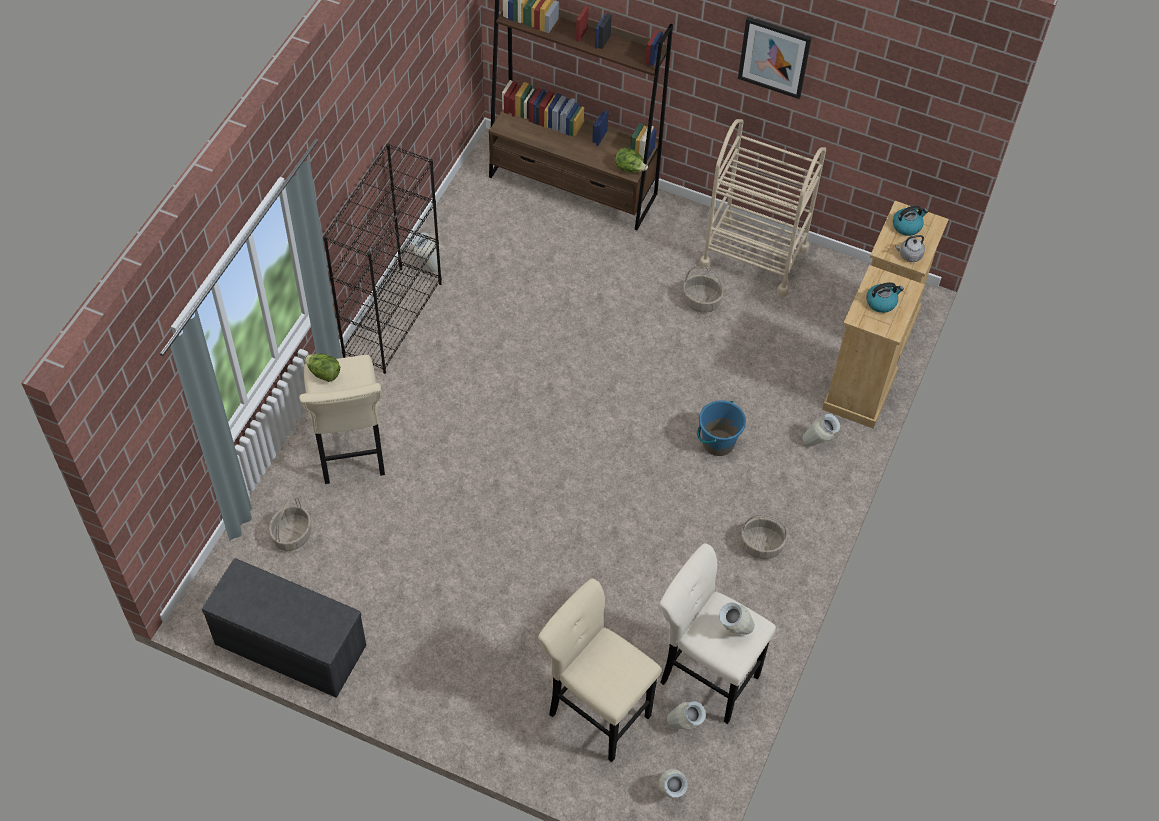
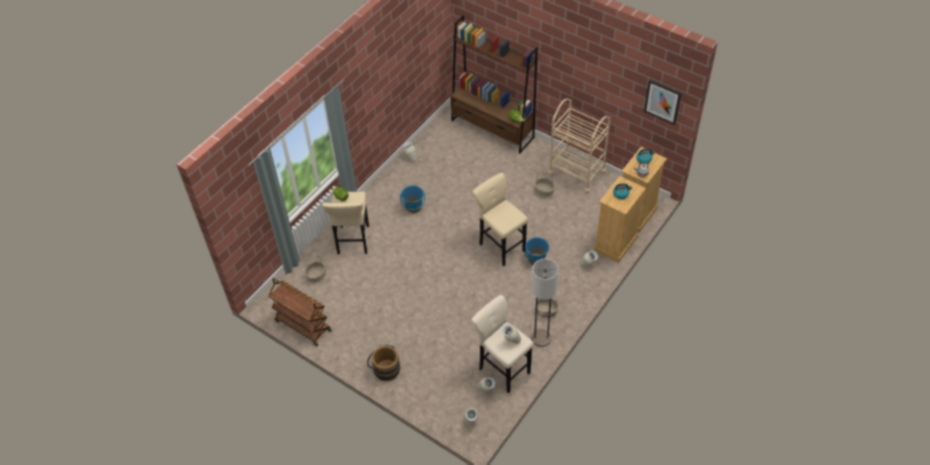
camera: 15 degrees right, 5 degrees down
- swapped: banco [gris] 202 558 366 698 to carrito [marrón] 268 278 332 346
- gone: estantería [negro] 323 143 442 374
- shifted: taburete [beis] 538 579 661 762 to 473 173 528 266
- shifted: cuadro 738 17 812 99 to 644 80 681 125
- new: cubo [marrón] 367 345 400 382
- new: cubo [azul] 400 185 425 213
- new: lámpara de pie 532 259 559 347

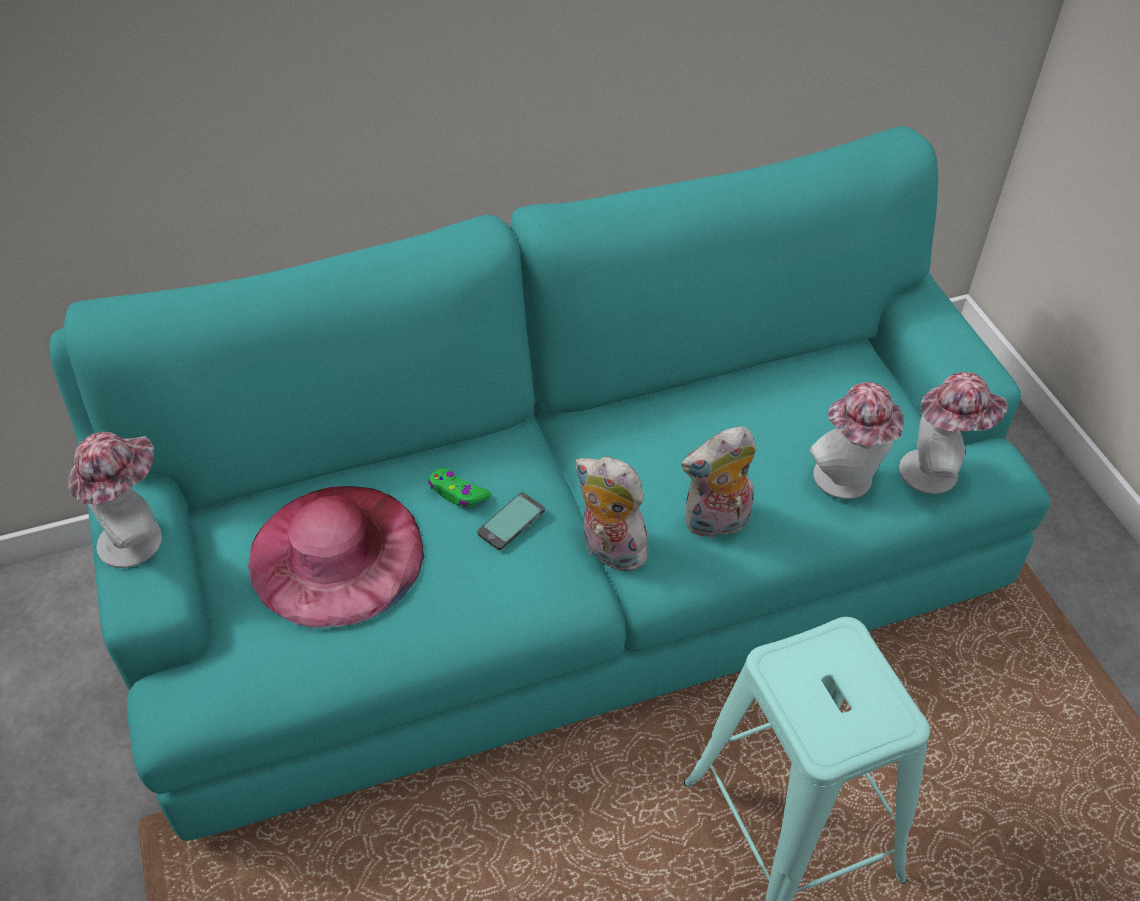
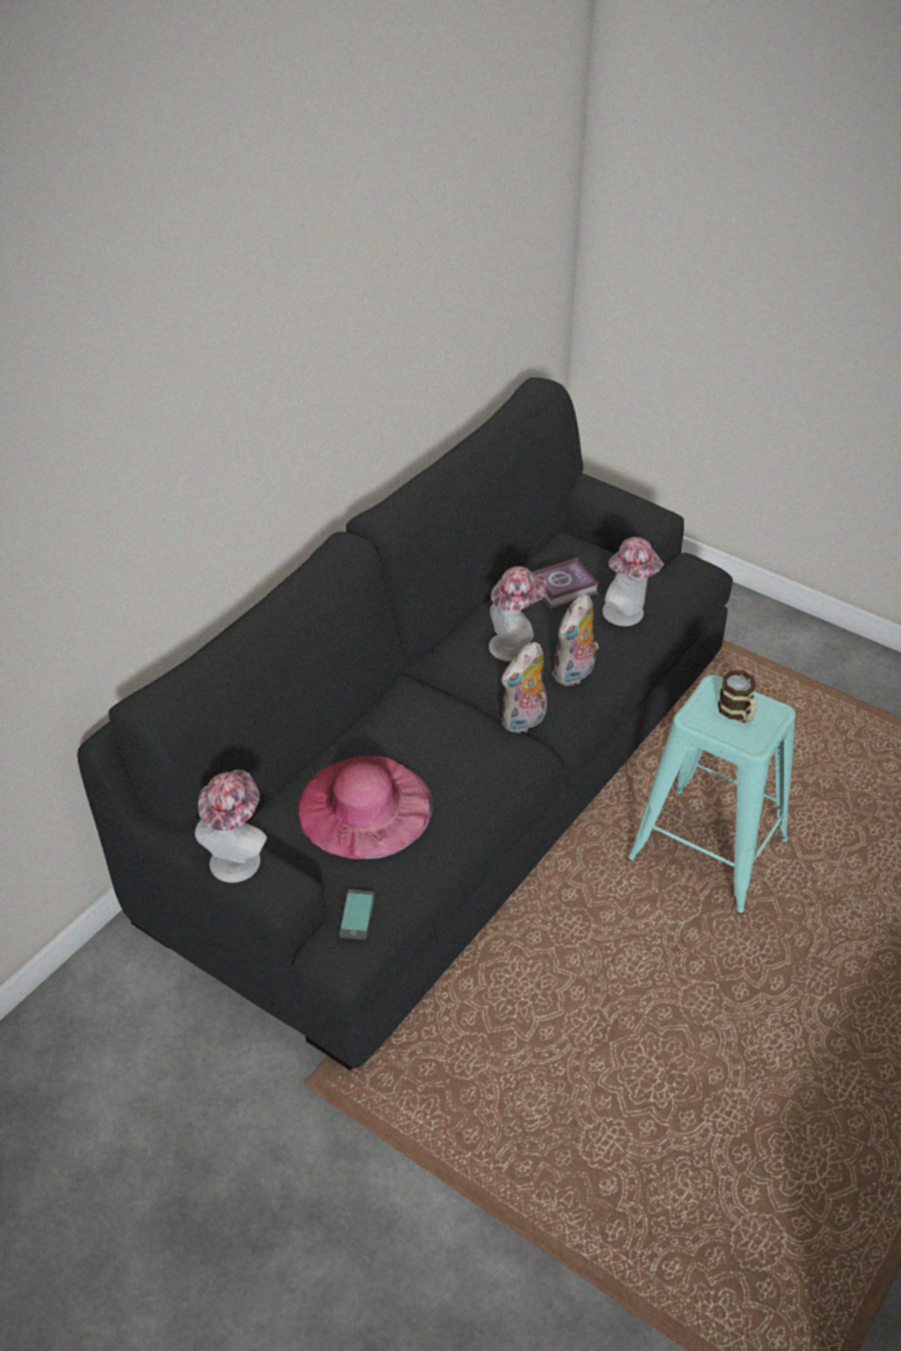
camera: 35 degrees left, 5 degrees down
- repainted: sofá [turquesa] 49 126 1050 841 to sofá [negro] 77 377 733 1071
- gone: mando de consola [verde] 428 468 491 507
- shifted: móvil 477 492 545 550 to 339 889 374 940
- rotated: peluche 575 457 650 571 = 501 642 547 733 45 degrees counterclockwise
- shifted: sombrero 899 372 1007 494 to 489 566 547 662
- new: libro 531 557 599 610
- new: taza grande 718 671 757 722

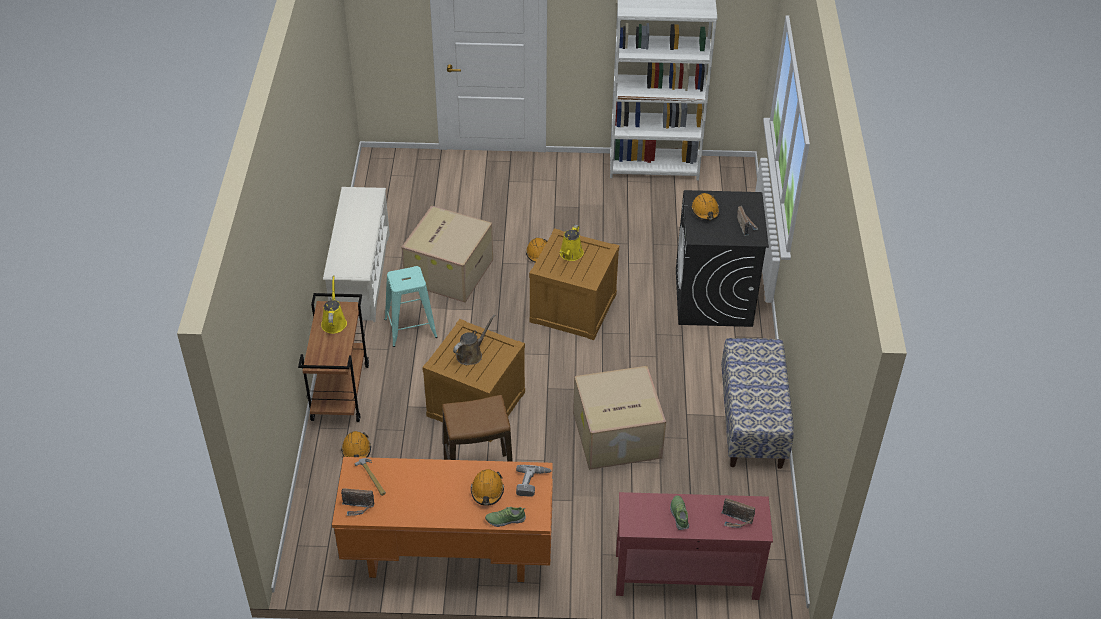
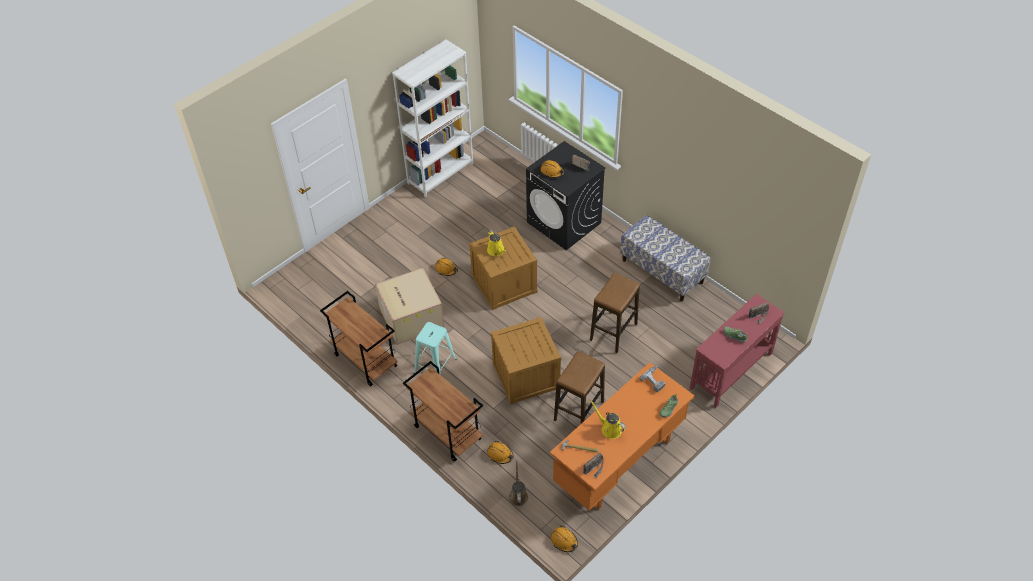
camera: 45 degrees left, 5 degrees up
- shifted: regadera [amarillo] 321 276 347 334 to 589 400 626 439
- swapped: zapatero [blanco] 323 187 390 322 to carrito [marrón] 320 291 397 387
- shifted: regadera [marrón] 453 314 495 365 to 509 460 528 506
- shifted: casco [naranja] 471 469 504 506 to 551 526 578 552
- swapped: caja de cartón 573 366 666 470 to taburete 590 273 640 353

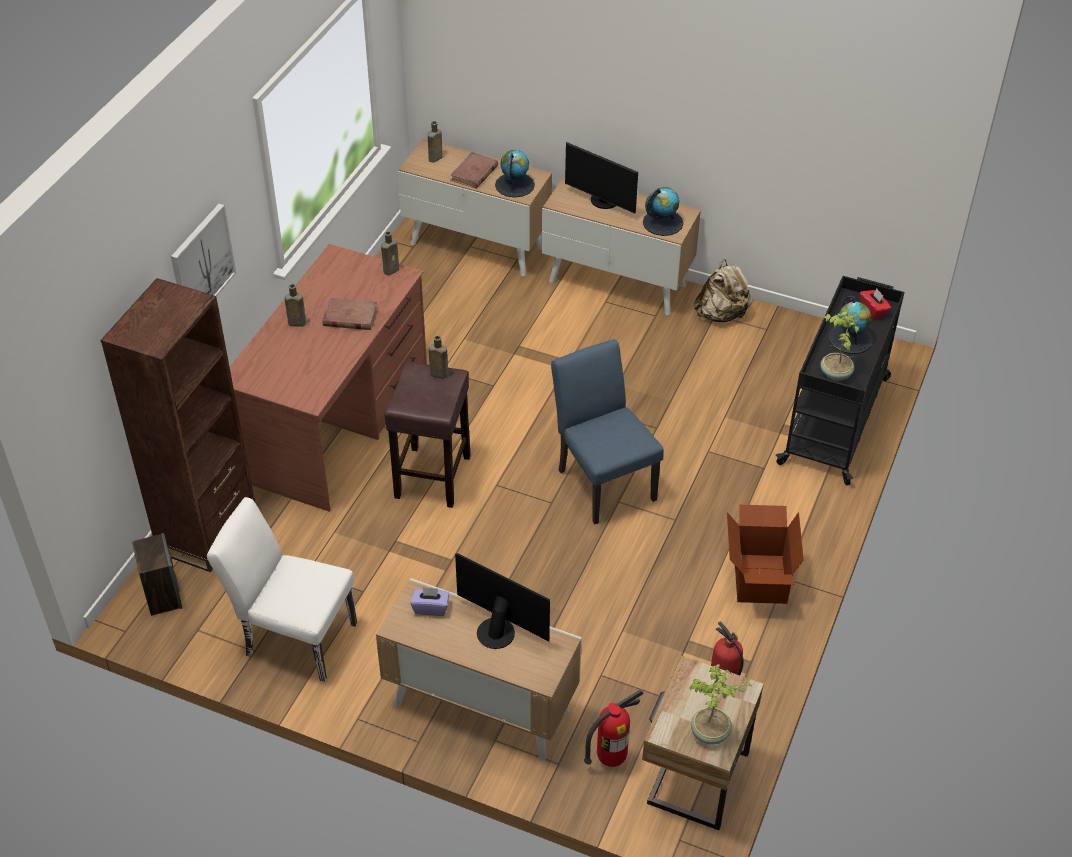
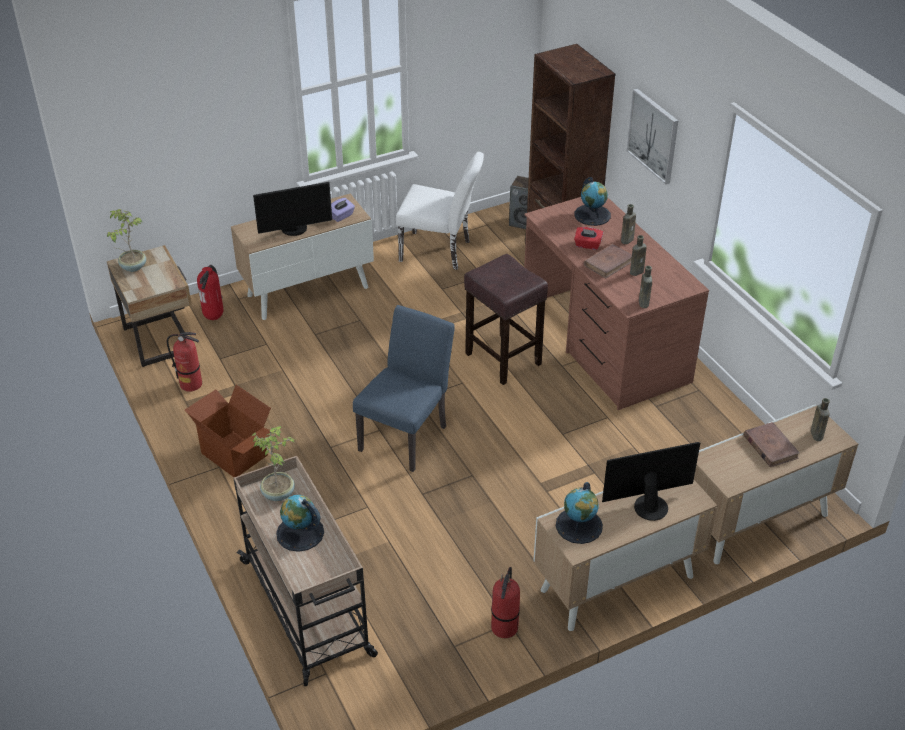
camera: 130 degrees right, 5 degrees down
- rotated: silla [blanco] 207 497 357 682 = 396 152 484 270 45 degrees clockwise
- shifted: botella [marrón] 429 335 448 379 to 630 235 647 276
- shifted: globo terráqueo 495 150 535 197 to 574 177 611 226
- rotated: silla [azul] 551 339 664 525 = 353 305 455 472 75 degrees counterclockwise
- swapped: mochila [beis] 694 259 752 322 to extintor 491 567 520 638
- repainted: carrito [negro] 776 276 905 485 to carrito [beis] 234 456 378 686
- shifted: caja de pañuelos [rojo] 860 288 891 319 to 574 227 603 250

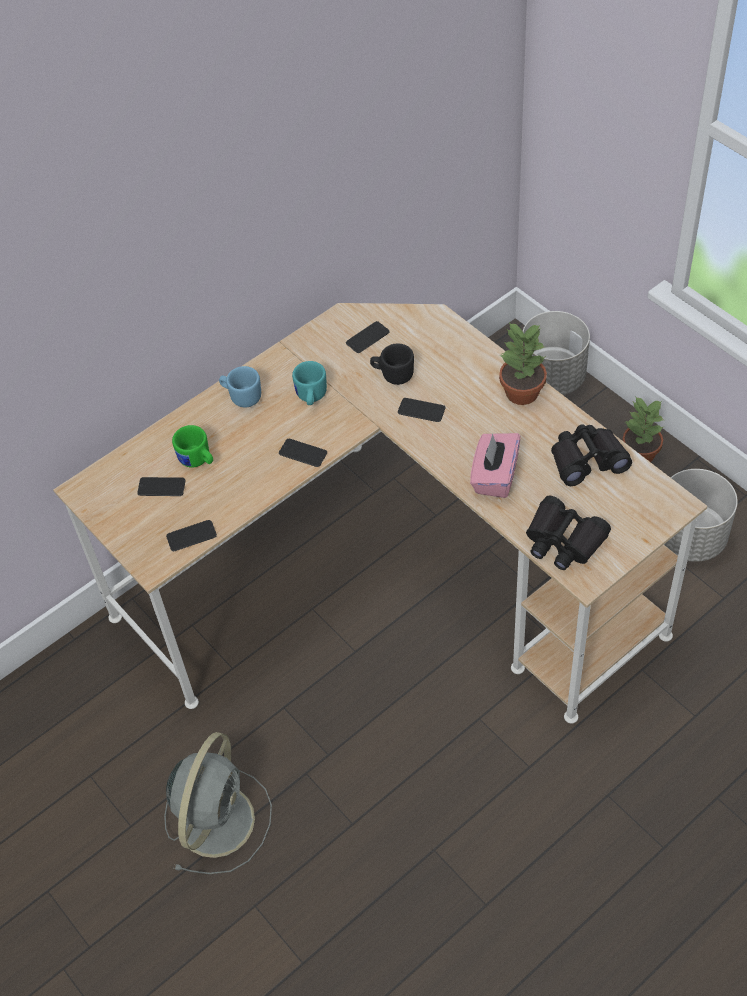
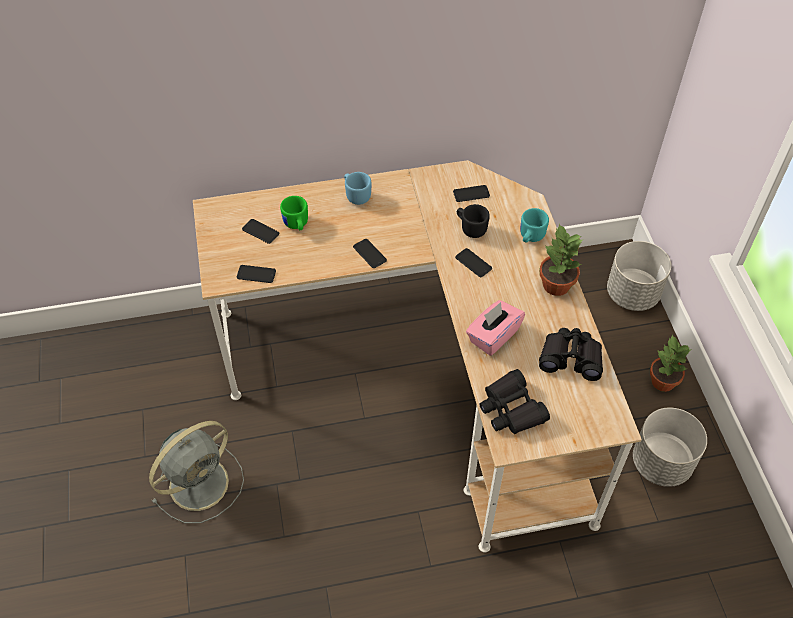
camera: 25 degrees right, 0 degrees up
- shifted: taza grande [turquesa] 292 361 327 405 to 520 208 549 243

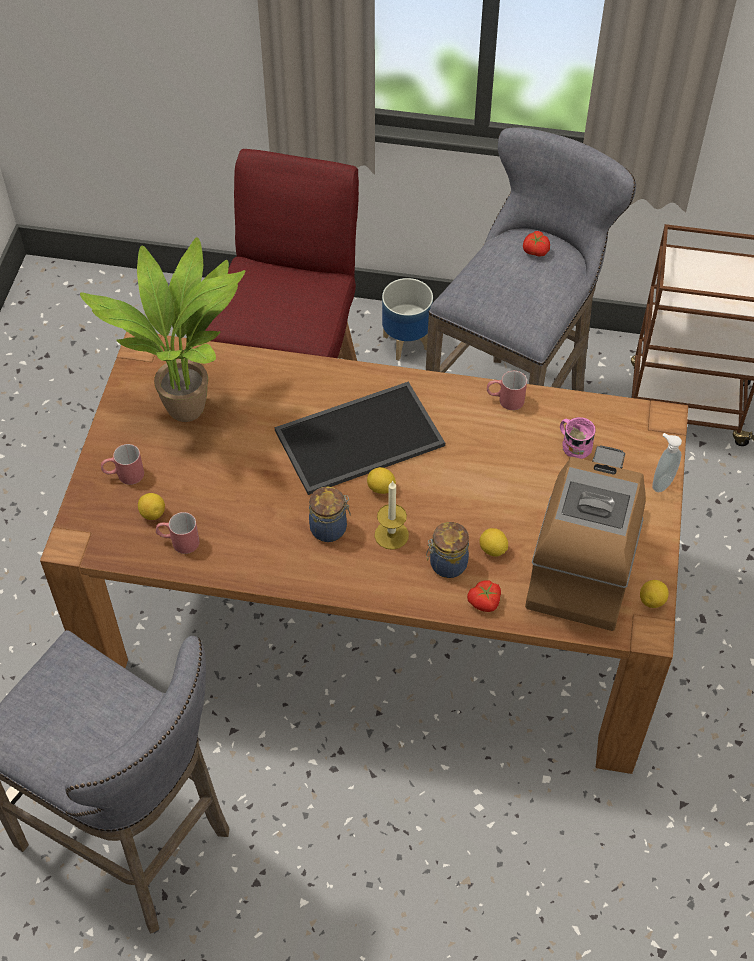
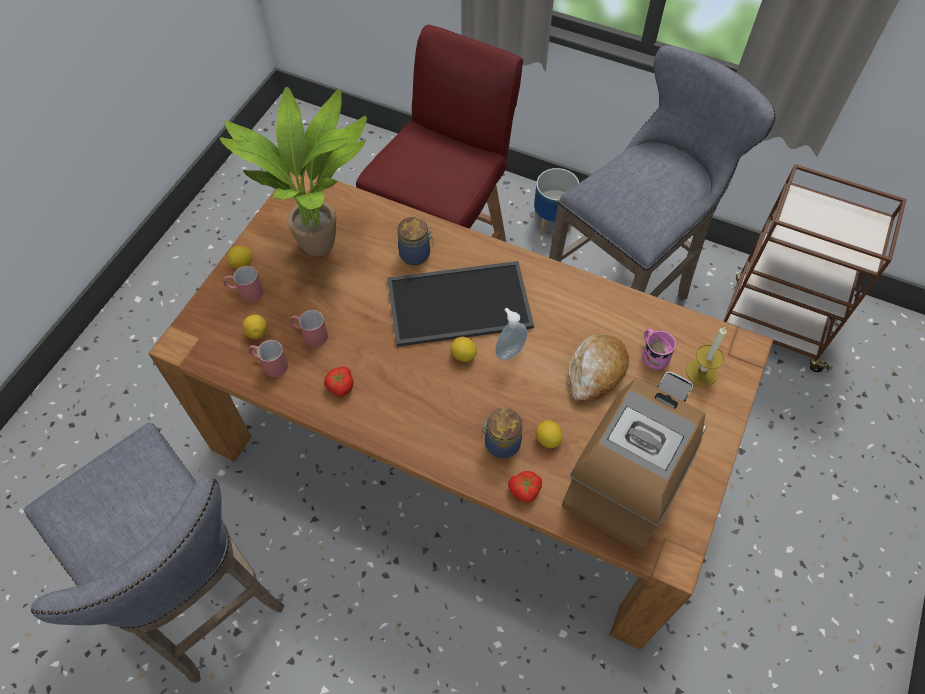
camera: 15 degrees right, 5 degrees up
- shifted: tarro 309 487 351 542 to 398 217 434 265
- shifted: vela 375 480 409 550 to 686 326 727 386
- shifted: taza grande [rojo] 487 371 527 410 to 289 310 328 347
- shifted: tomate 523 231 550 256 to 324 366 354 396
- shifted: limón 640 580 669 608 to 227 246 252 268
- shifted: dispensador de jabón 652 433 682 492 to 495 308 527 361
- new: pan 568 334 629 402

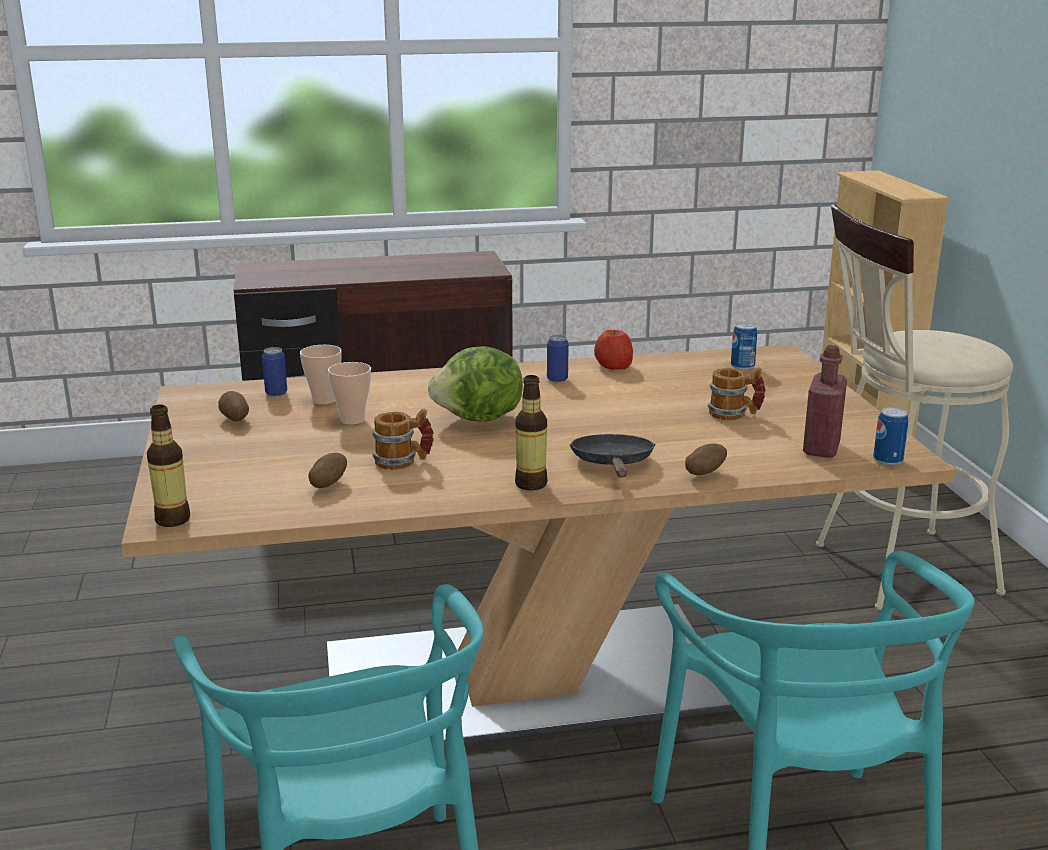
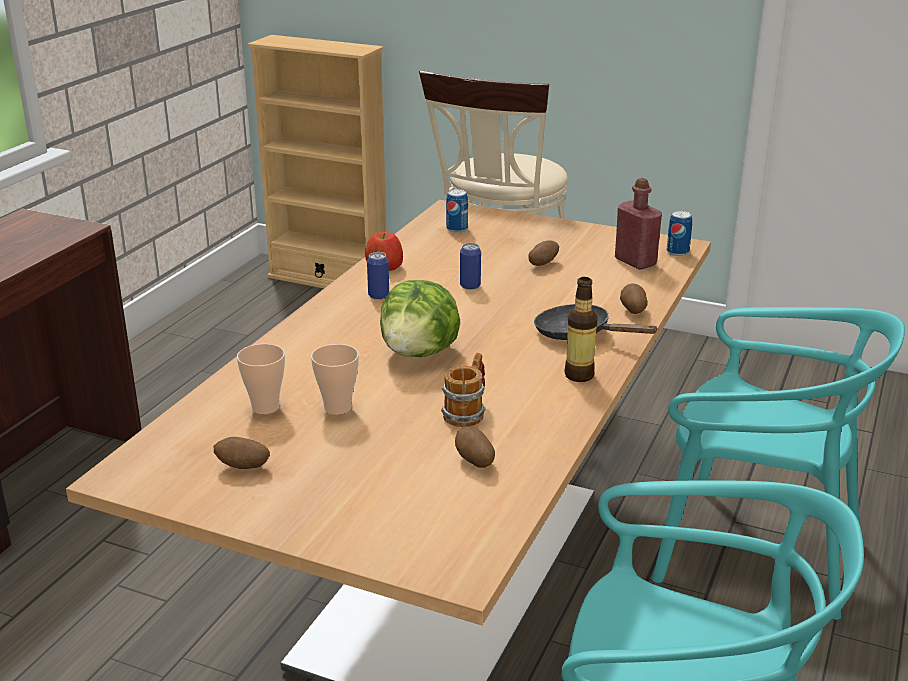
camera: 55 degrees left, 5 degrees up
- gone: botella 147 404 190 527
- shifted: lata 262 347 287 396 to 460 243 481 290
- swapped: taza grande 707 367 766 420 to patata 528 240 559 266

